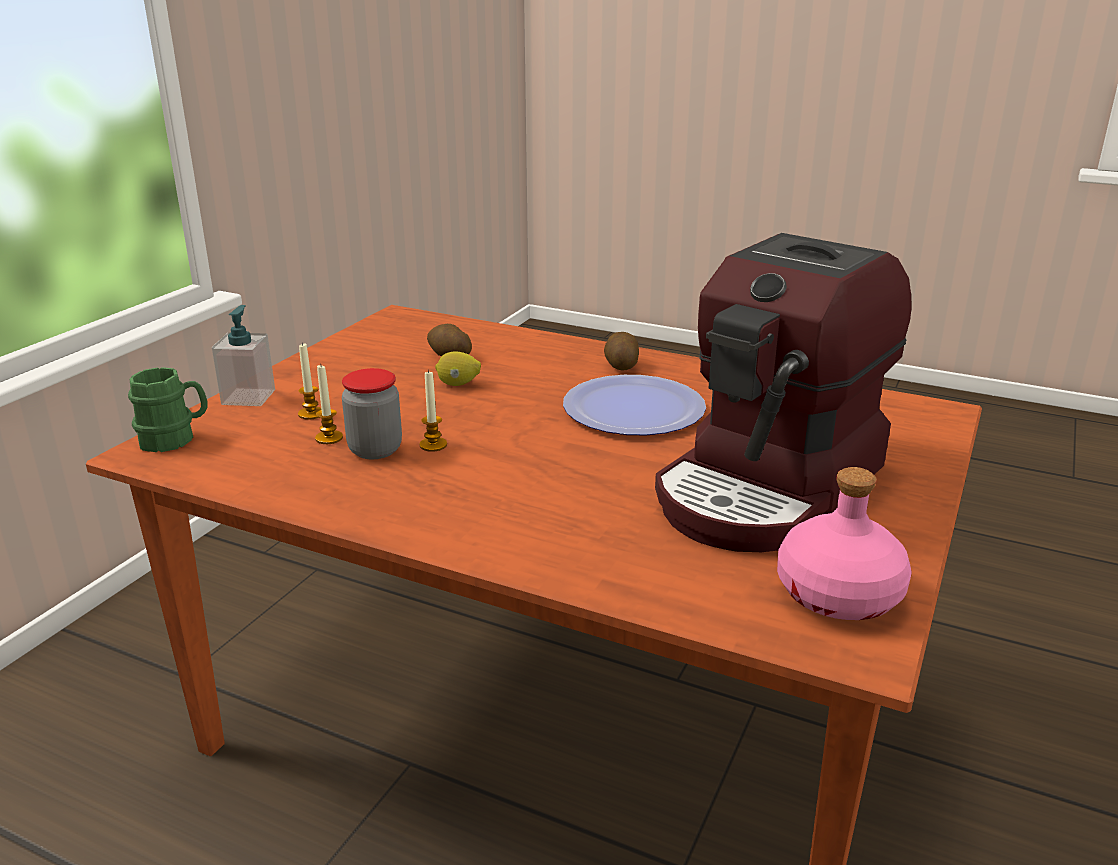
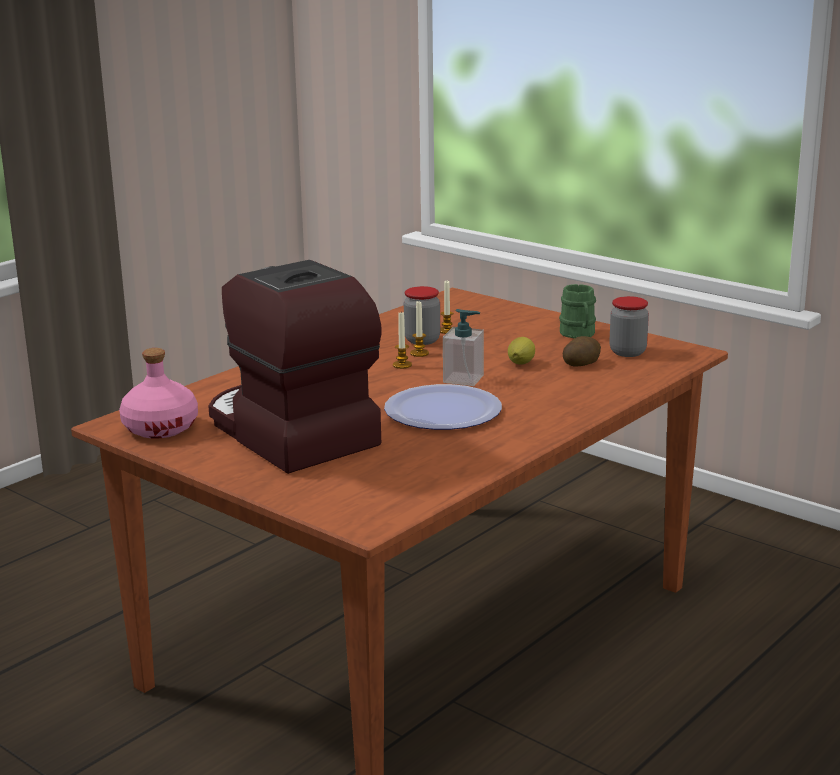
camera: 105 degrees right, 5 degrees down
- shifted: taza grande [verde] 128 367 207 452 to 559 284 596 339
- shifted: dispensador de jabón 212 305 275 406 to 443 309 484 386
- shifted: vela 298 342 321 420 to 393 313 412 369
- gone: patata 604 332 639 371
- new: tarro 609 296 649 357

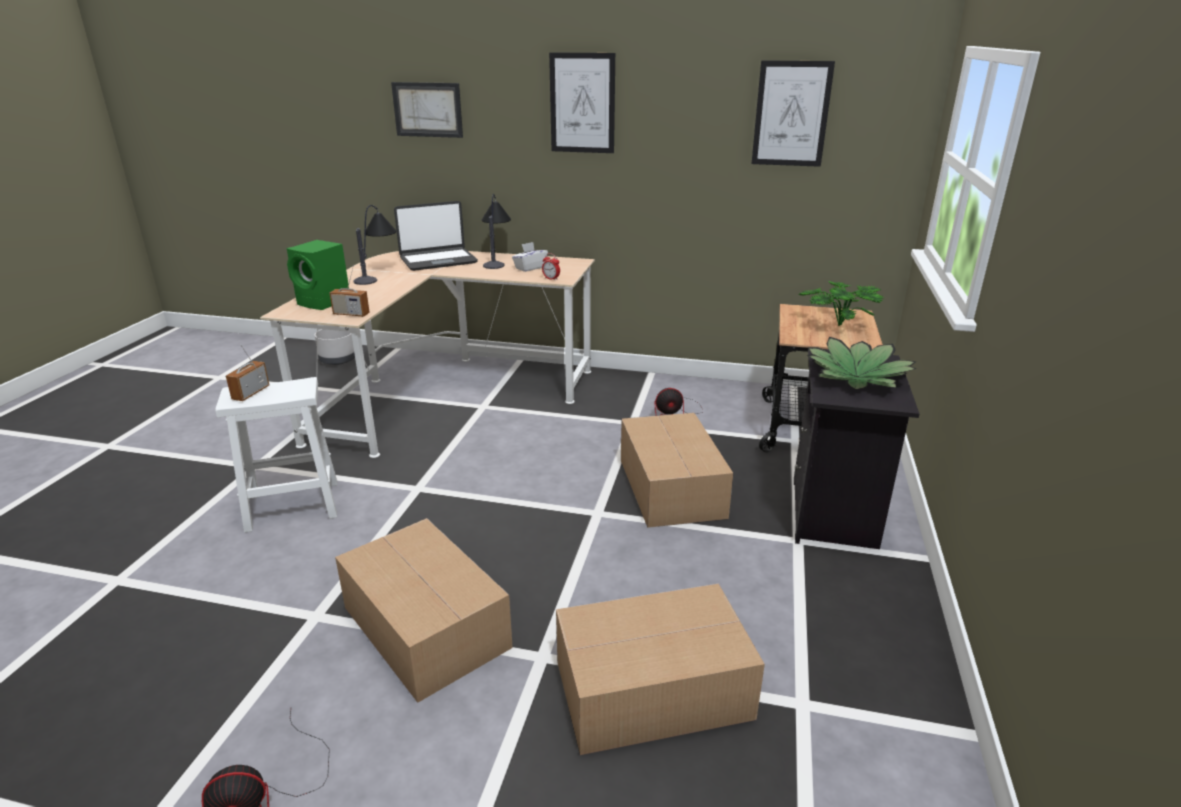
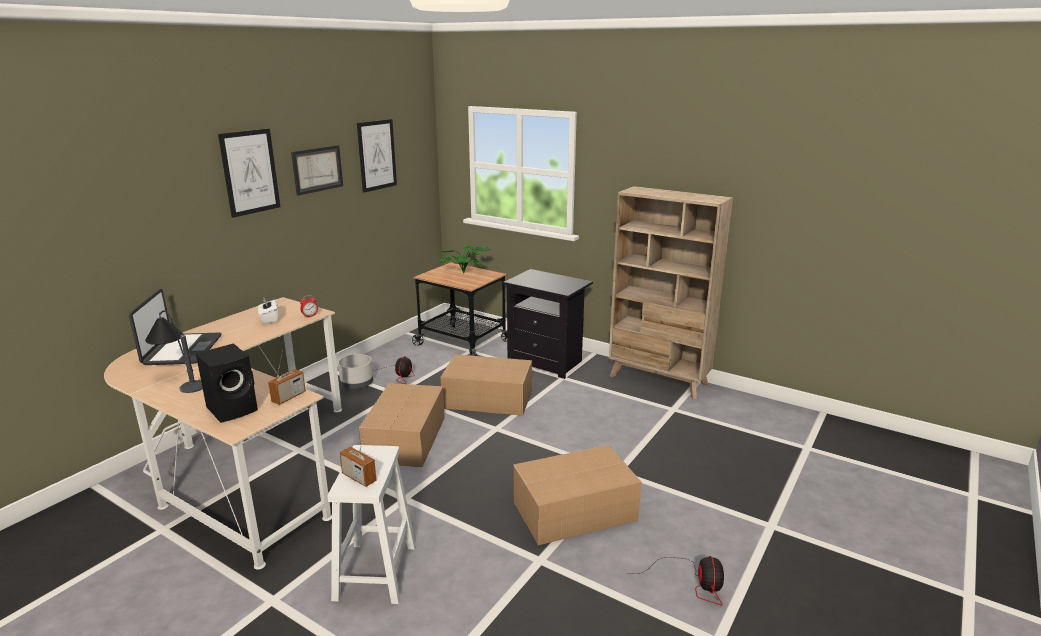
camera: 70 degrees left, 5 degrees down
- repainted: altavoz [verde] 287 240 349 310 to altavoz [negro] 196 343 258 423
- shifted: maceta [gris] 315 329 355 365 to 338 354 373 389
- shifted: cuadro 391 82 463 138 to 291 145 343 196
- gone: lámpara de mesa 482 194 511 269
- shifted: caja de cartón 556 584 765 755 to 359 383 445 467
- gone: planta en maceta 807 337 917 390
- new: estantería [beis] 609 186 733 399

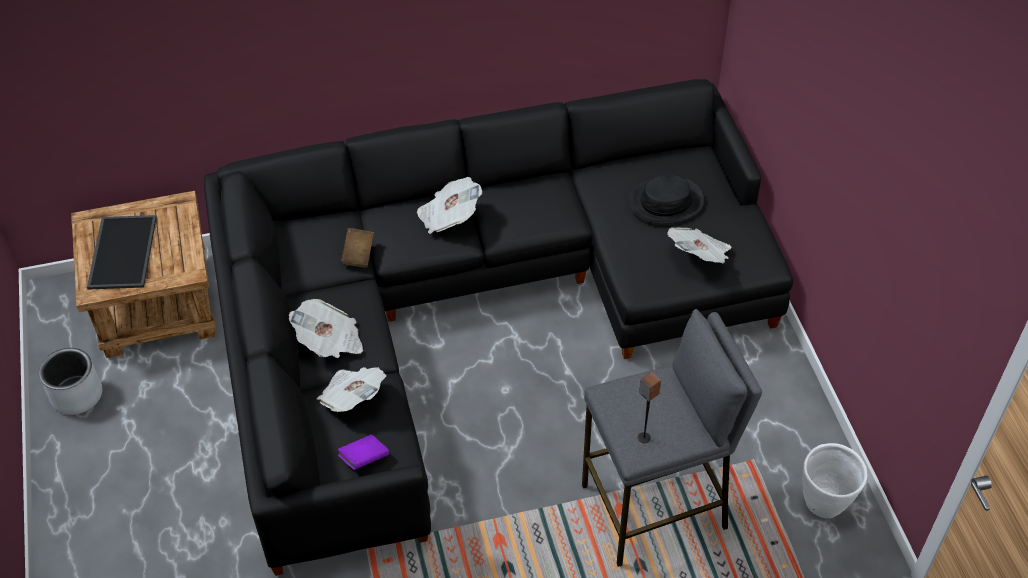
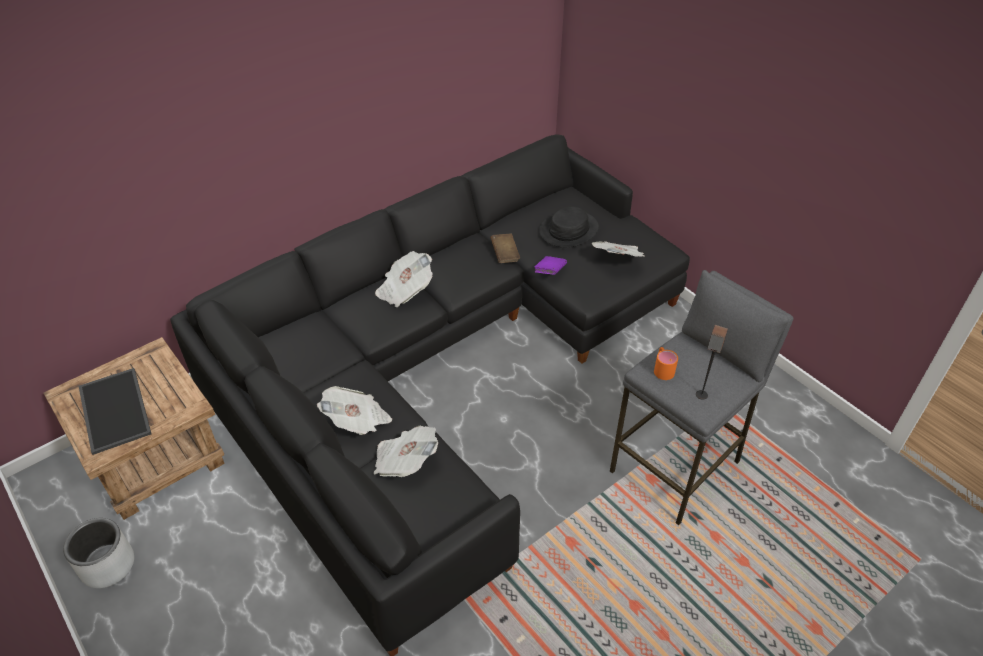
camera: 25 degrees left, 5 degrees down
- shifted: libro [morado] 338 435 389 470 to 534 256 567 275
- shifted: libro [marrón] 341 228 374 268 to 490 233 520 263
- gone: maceta [blanco] 802 443 867 518
- new: taza grande [naranja] 654 347 678 380

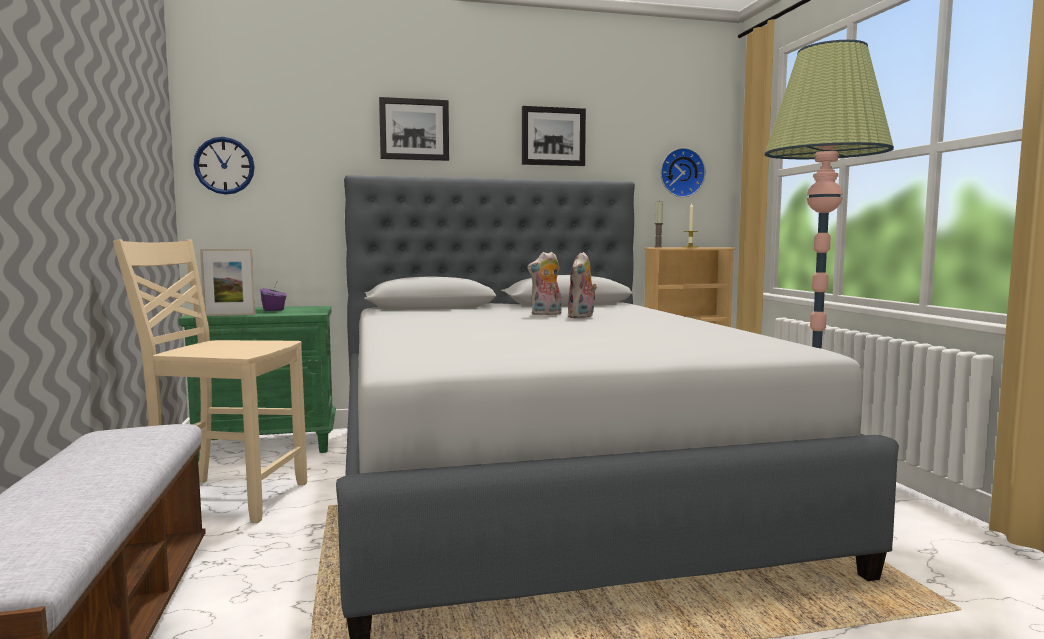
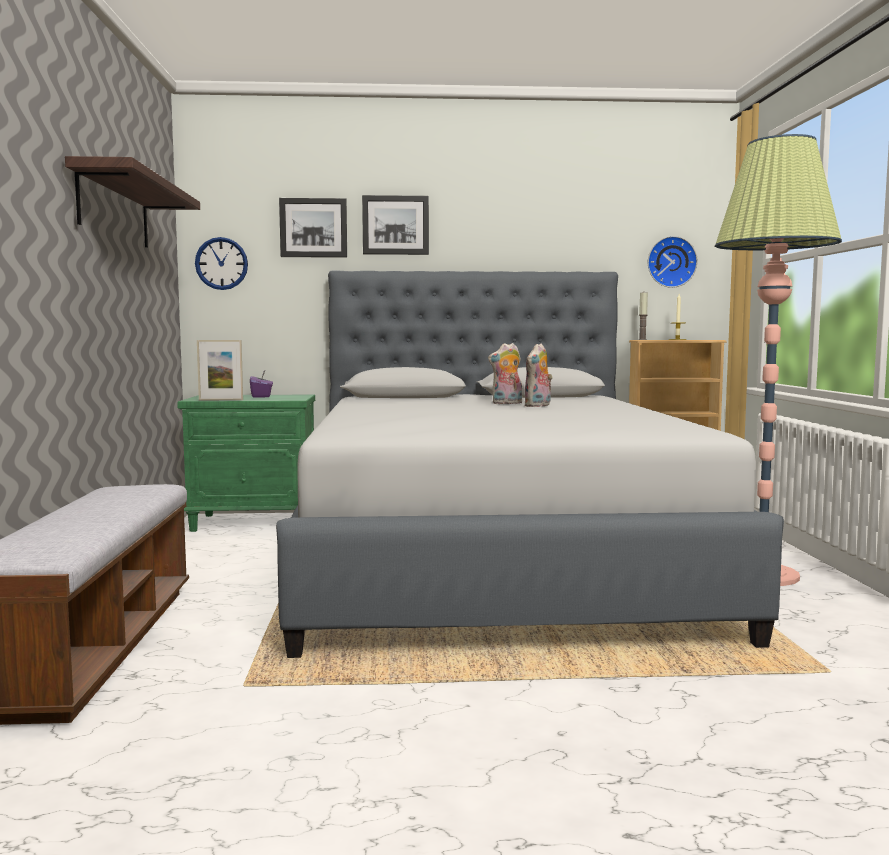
camera: 10 degrees right, 0 degrees up
- gone: silla [beis] 113 239 307 523
- shifted: cuadro 522 106 586 166 to 279 198 347 258
- new: estante 65 156 200 248

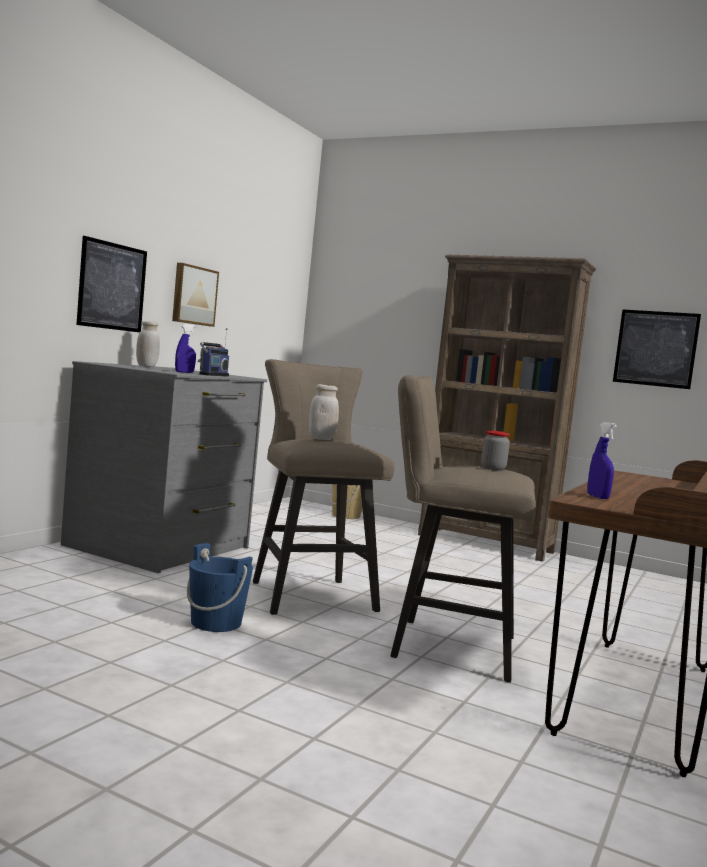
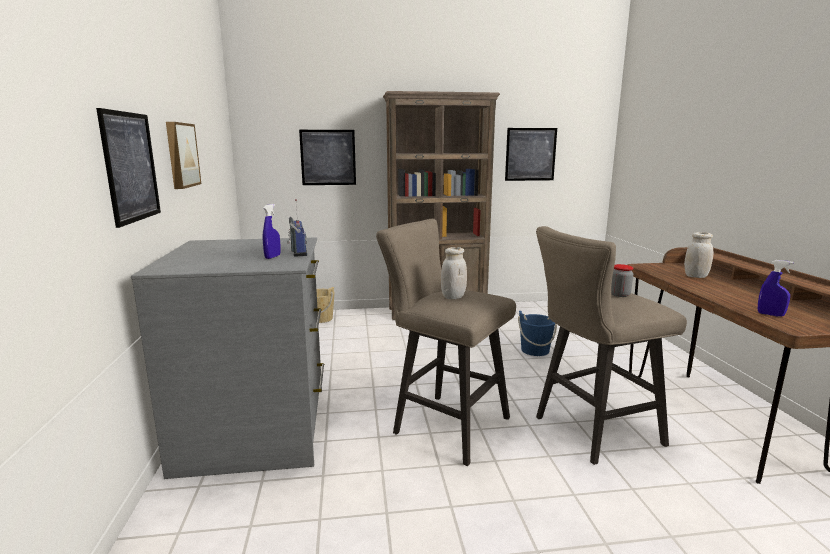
camera: 35 degrees left, 10 degrees up
- shifted: tarro [blanco] 136 321 160 367 to 684 232 713 278
- shifted: cubo [azul] 187 543 253 632 to 518 311 557 356
- new: cuadro 299 130 356 185

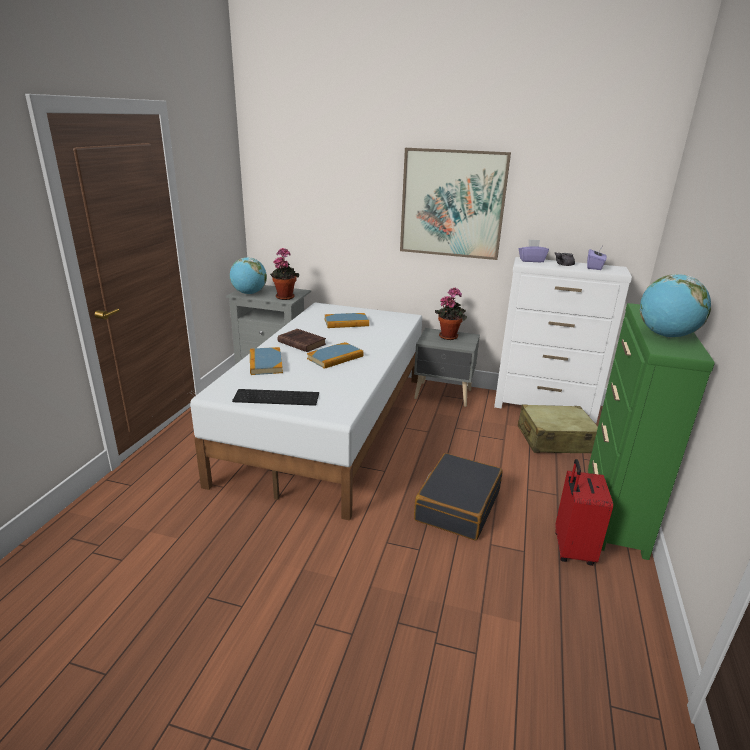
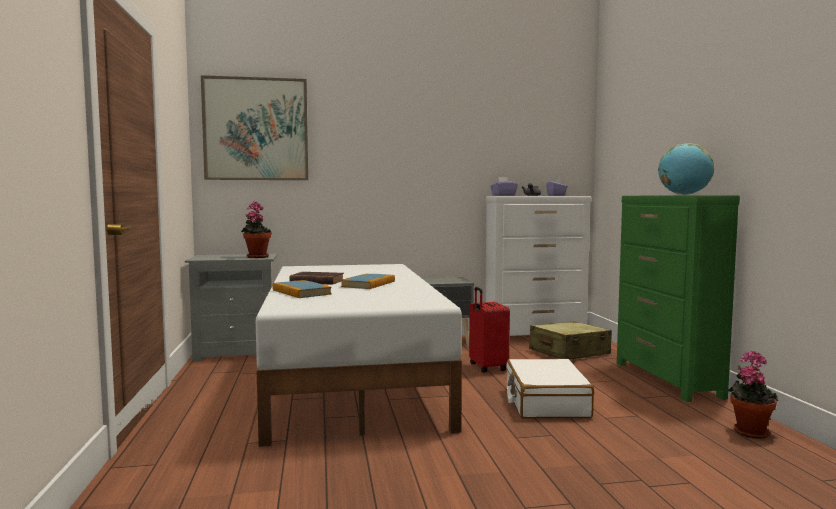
camera: 25 degrees left, 20 degrees down
- gone: globo terráqueo 230 257 267 294
- gone: teclado 232 389 319 406
- gone: libro 325 313 369 328
- shifted: cuadro 400 148 511 260 to 201 75 308 180
- repainted: maleta [negro] 414 453 503 540 to maleta [blanco] 506 359 594 419
- shifted: planta en maceta 435 287 467 340 to 728 351 778 439
- shifted: maleta [rojo] 555 459 613 566 to 469 287 510 373

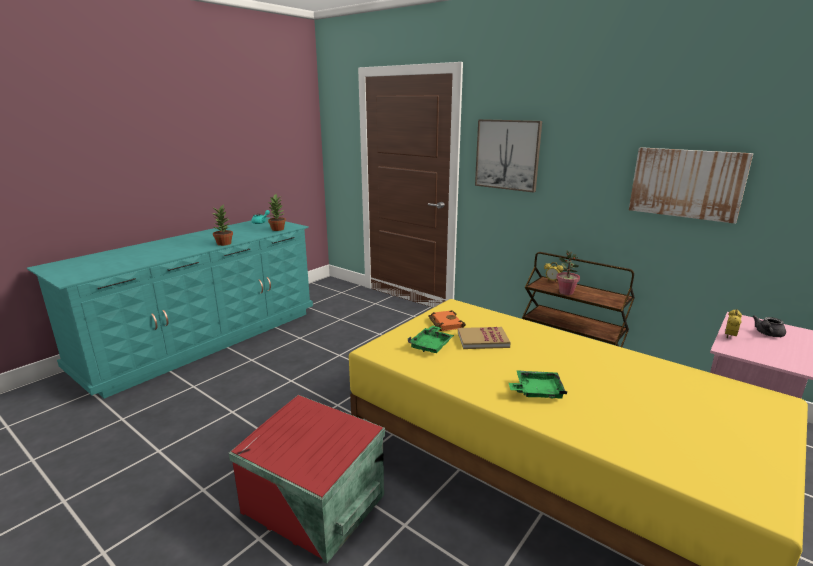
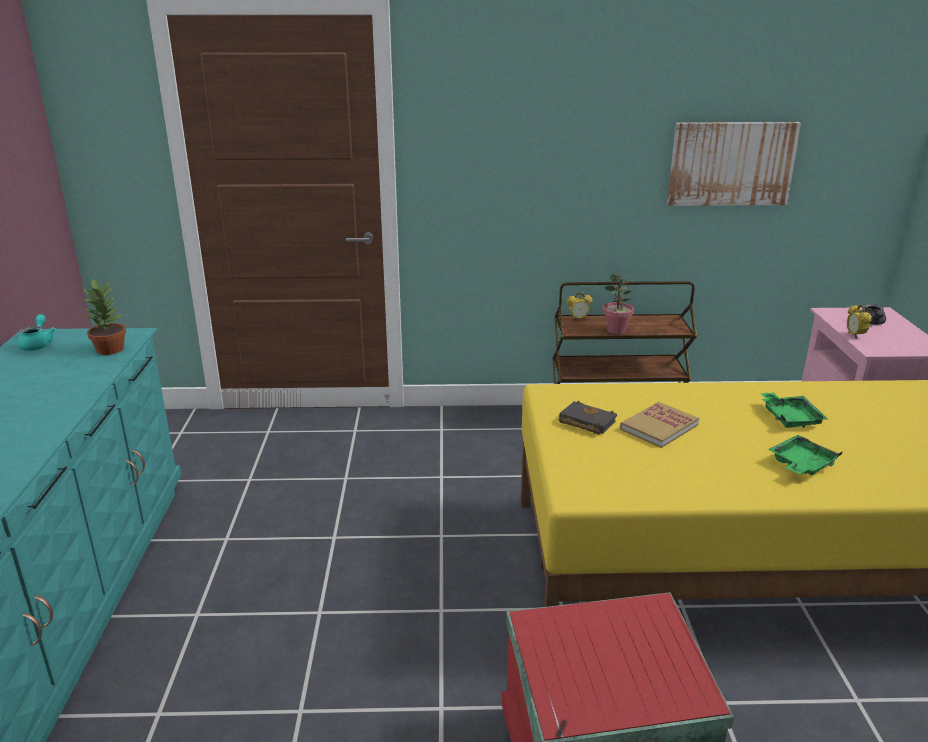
camera: 40 degrees left, 5 degrees up
- gone: planta en maceta 213 205 233 246
- shifted: bandeja [verde] 408 325 454 353 to 760 392 828 428
- repainted: libro [naranja] 428 310 466 331 to libro [negro] 558 401 617 435
- gone: cuadro 475 119 542 193

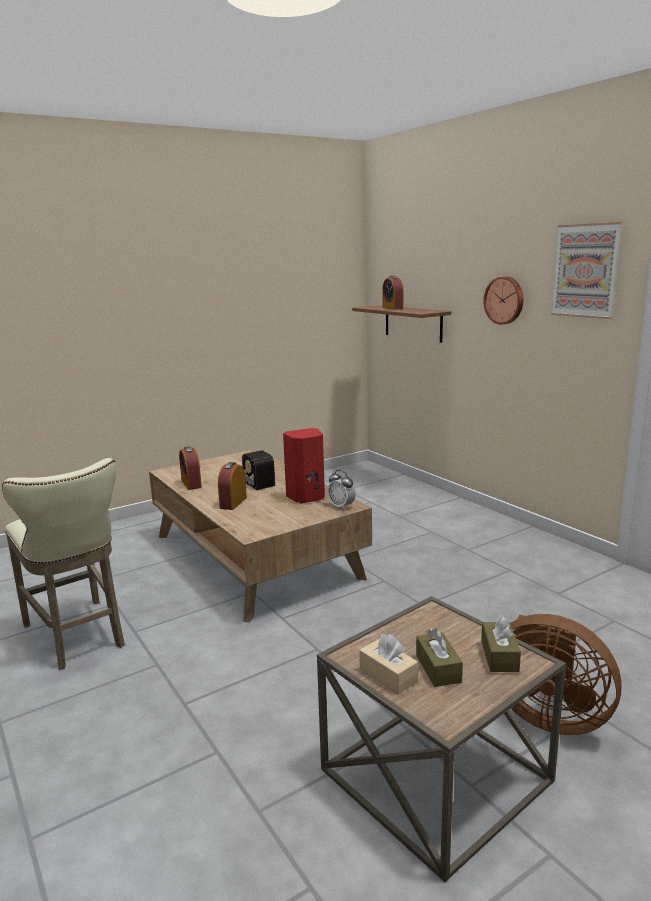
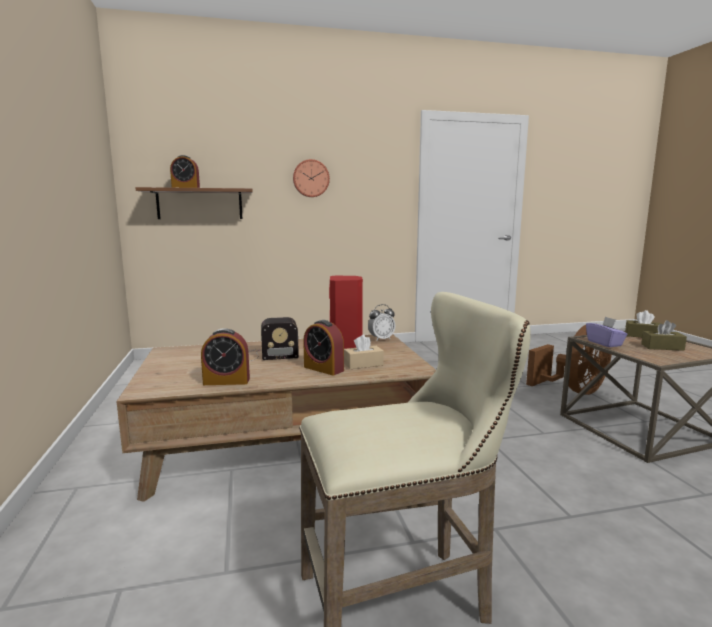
camera: 70 degrees left, 5 degrees down
- shifted: caja de pañuelos [beis] 359 634 418 695 to 344 335 384 369
- gone: cuadro 551 222 621 319
- new: caja de pañuelos [morado] 586 317 628 347

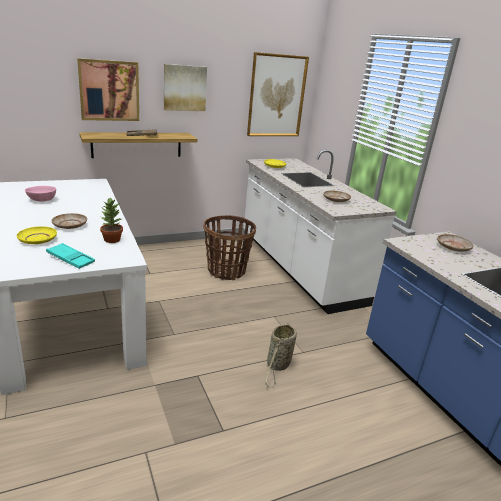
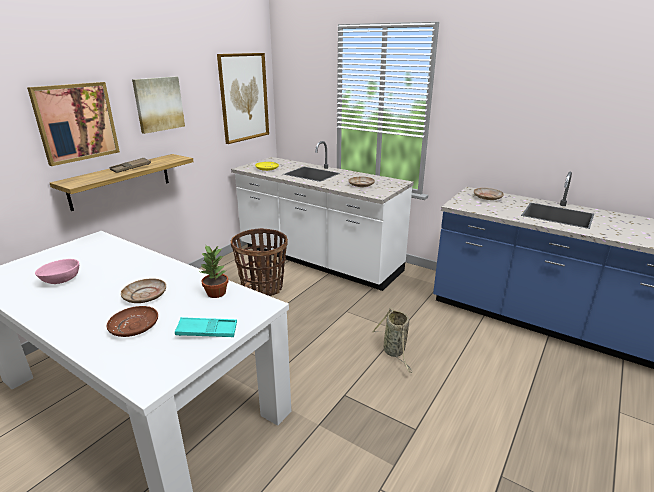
camera: 30 degrees left, 0 degrees up
- repainted: plato [amarillo] 17 226 57 244 to plato [marrón] 107 306 158 337

